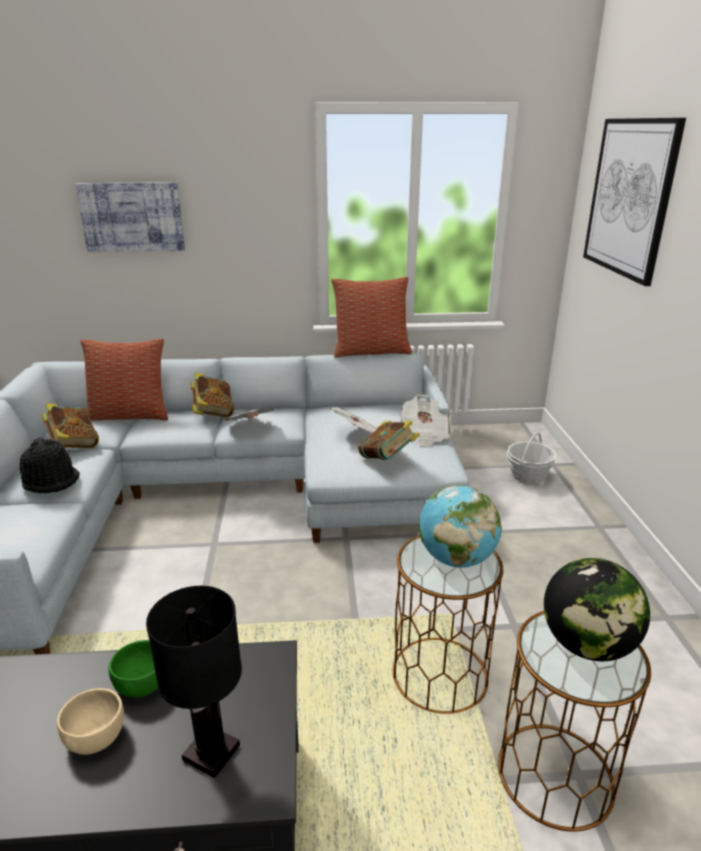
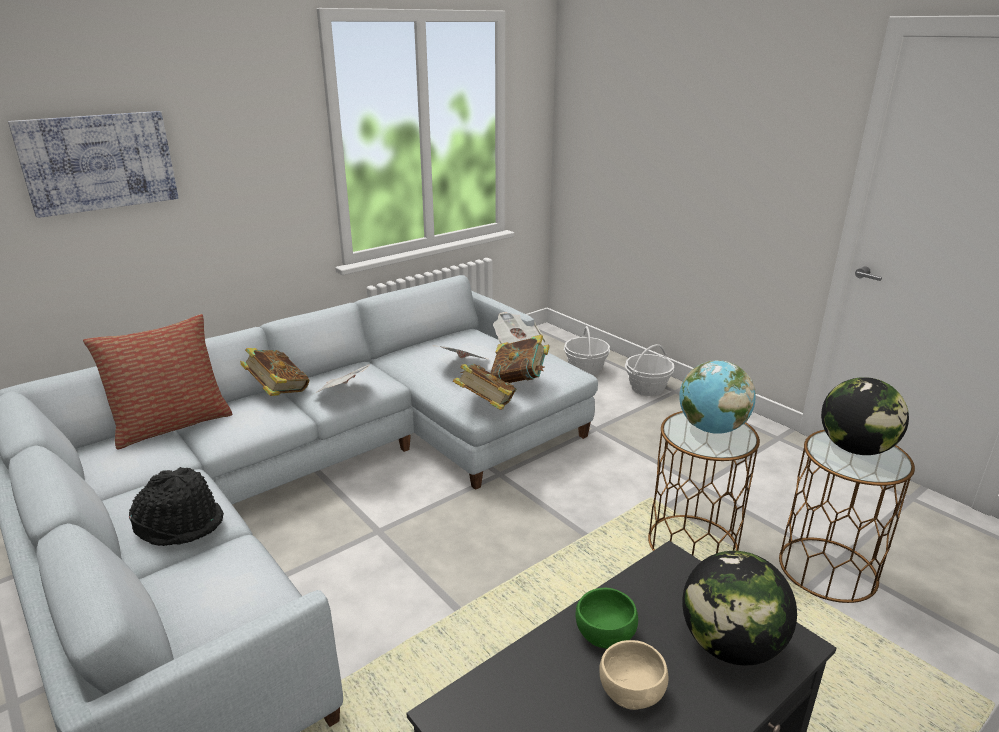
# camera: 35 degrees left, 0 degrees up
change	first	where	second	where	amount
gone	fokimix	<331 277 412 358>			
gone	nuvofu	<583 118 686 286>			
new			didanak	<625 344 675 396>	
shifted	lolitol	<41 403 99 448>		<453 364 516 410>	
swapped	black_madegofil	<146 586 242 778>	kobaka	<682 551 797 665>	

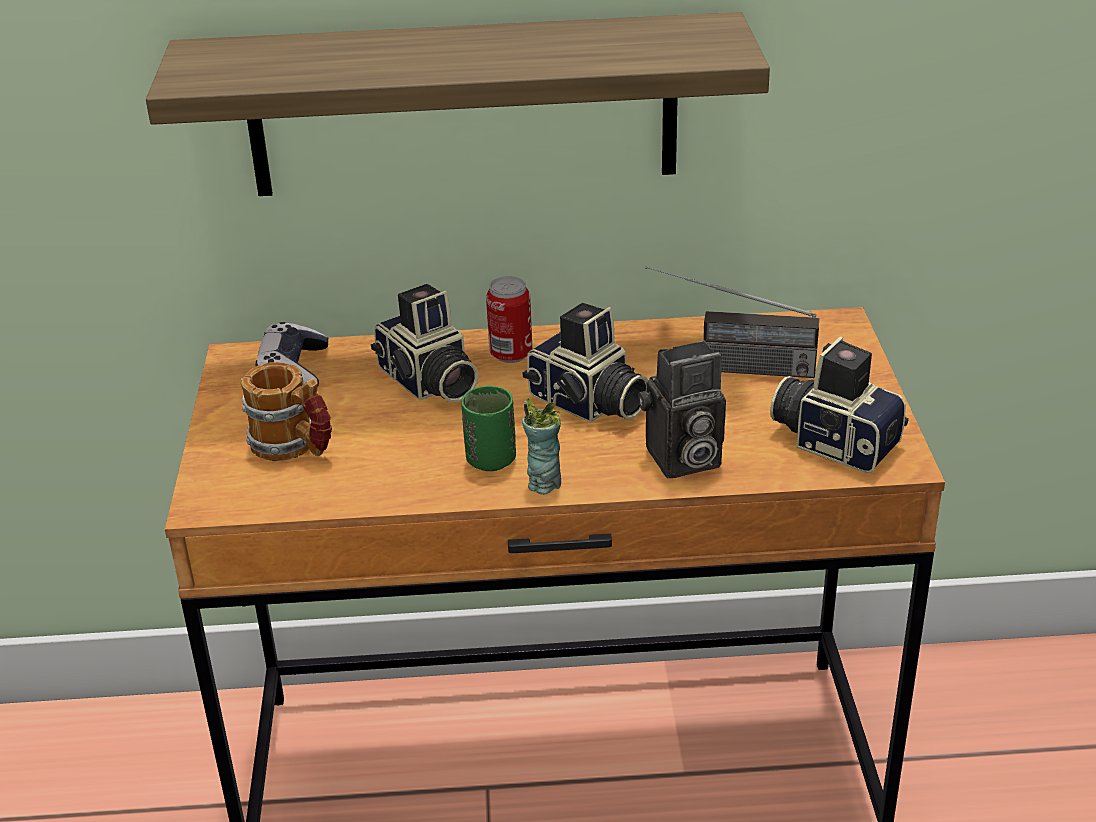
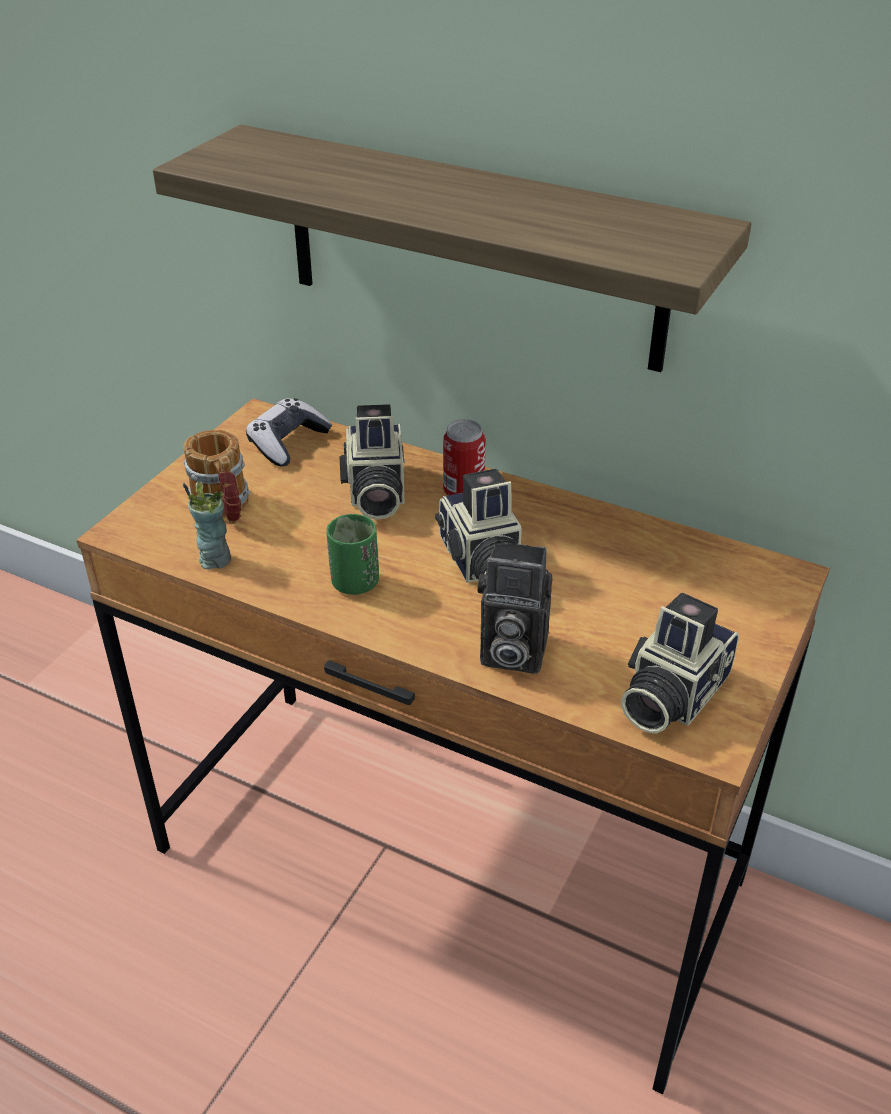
# camera: 30 degrees right, 5 degrees up
change	first	where	second	where	amount
gone	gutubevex	<645 266 819 378>			
shifted	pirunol	<522 399 561 495>		<183 481 231 569>	
rotated	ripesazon	<770 336 909 473>		<621 593 739 734>	120 degrees counterclockwise

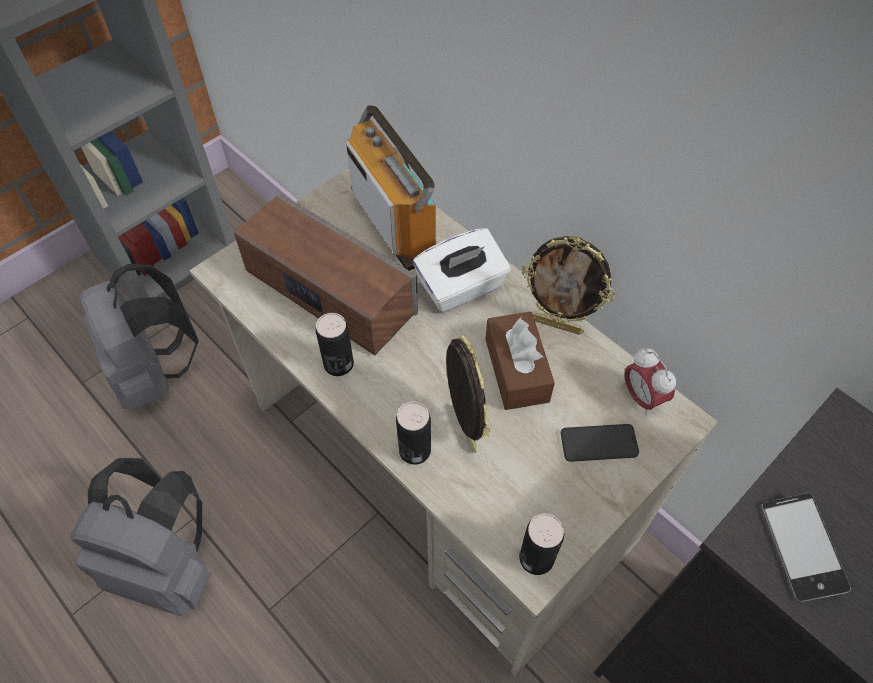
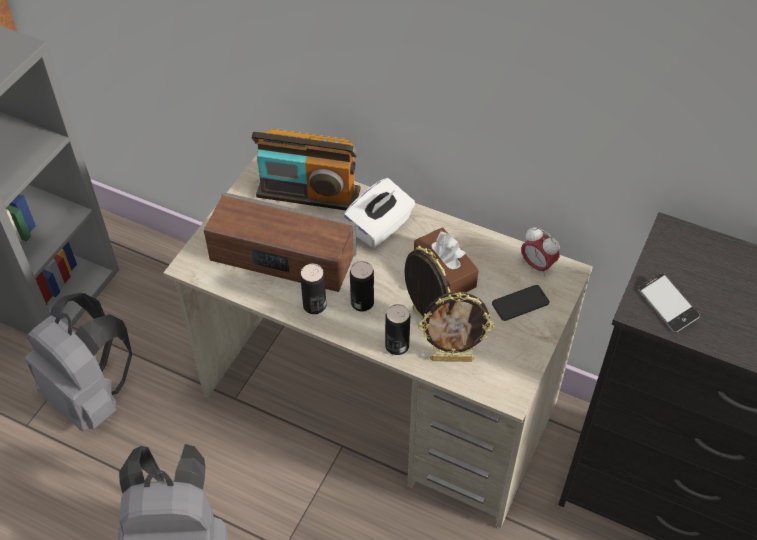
# camera: 20 degrees left, 5 degrees down
change	first	where	second	where	amount
shifted	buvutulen	<519 513 564 575>		<350 261 374 311>	
shifted	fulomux	<522 236 615 335>		<417 291 495 362>	
rotated	gutubevex	<346 105 436 271>		<252 129 360 210>	150 degrees clockwise

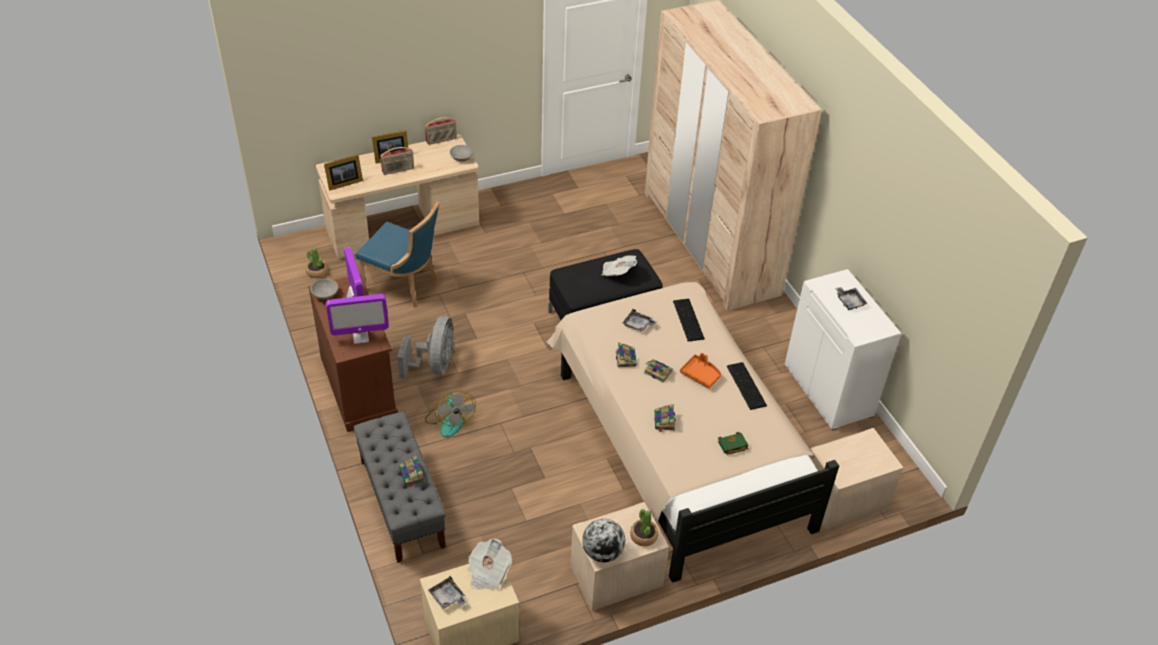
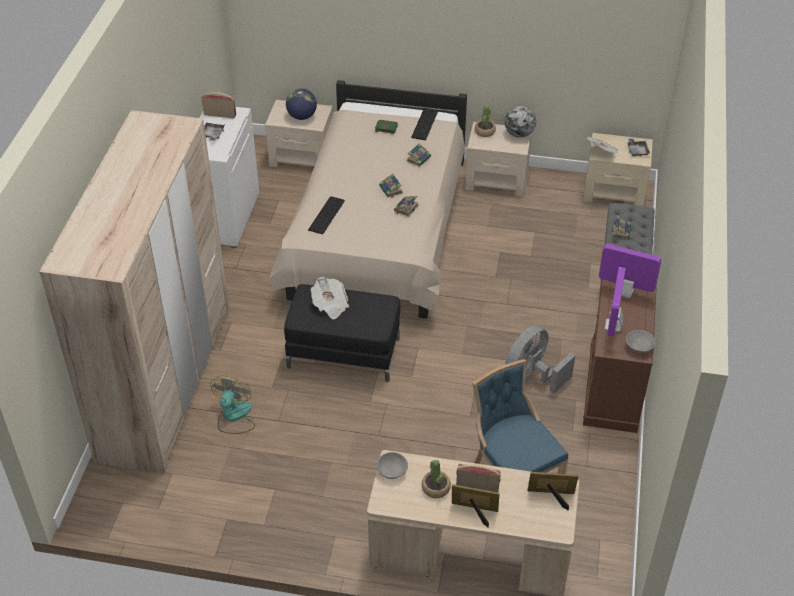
# camera: 145 degrees left, 0 degrees up
change	first	where	second	where	amount
gone	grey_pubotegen	<623 309 657 332>			
gone	orange_pubotegen	<680 353 721 389>			
new			kobaka	<286 88 317 120>	
shifted	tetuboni	<306 247 328 278>		<422 460 451 498>	
shifted	gutubevex	<425 117 457 145>		<202 92 236 118>	
shifted	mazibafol	<425 390 476 437>		<211 375 255 434>	
shifted	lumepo	<727 362 767 410>		<411 108 438 140>	

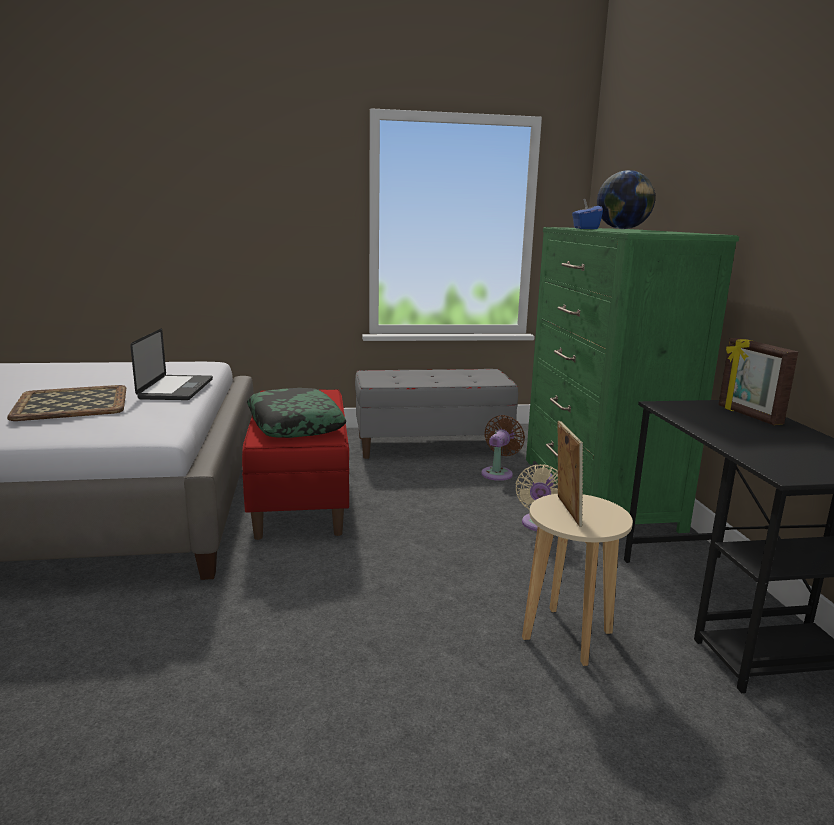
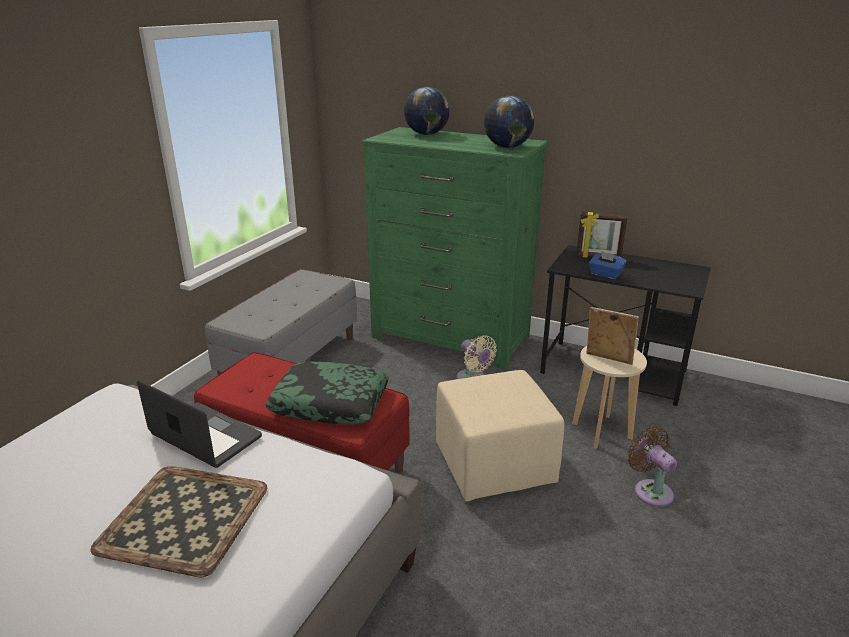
# camera: 55 degrees left, 10 degrees up
change	first	where	second	where	amount
new			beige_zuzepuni	<436 370 564 501>	
new			kobaka	<484 96 534 148>	
shifted	brown_mazibafol	<481 415 525 481>		<627 427 677 507>	
shifted	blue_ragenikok	<572 199 603 229>		<589 251 626 279>	

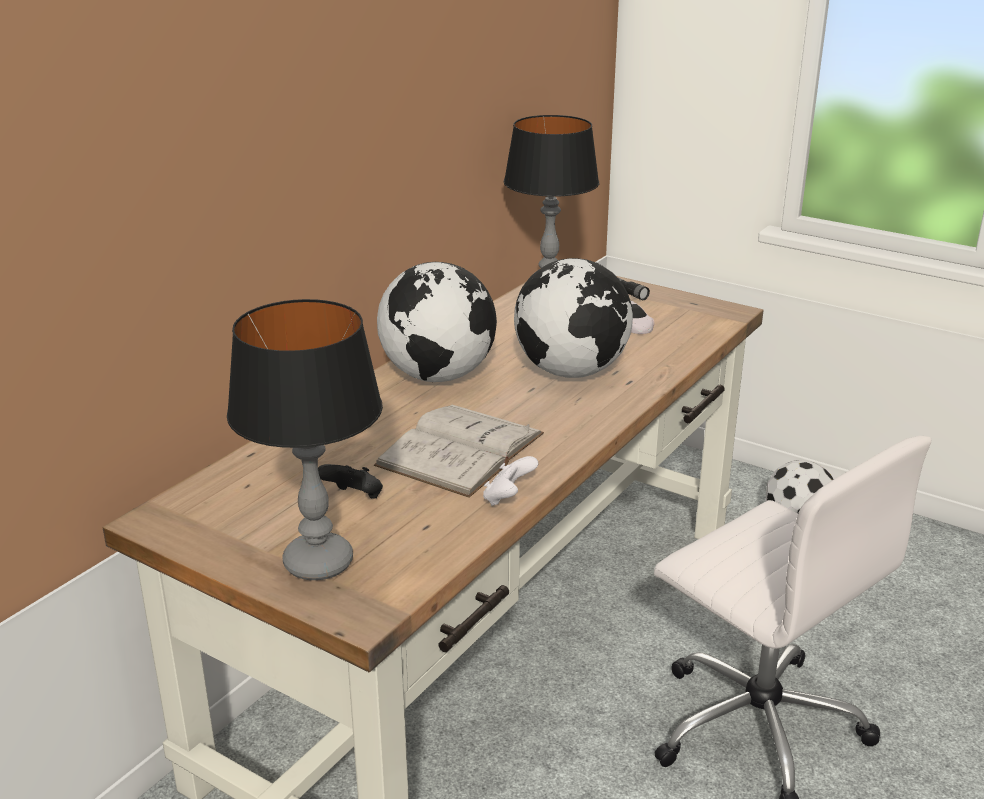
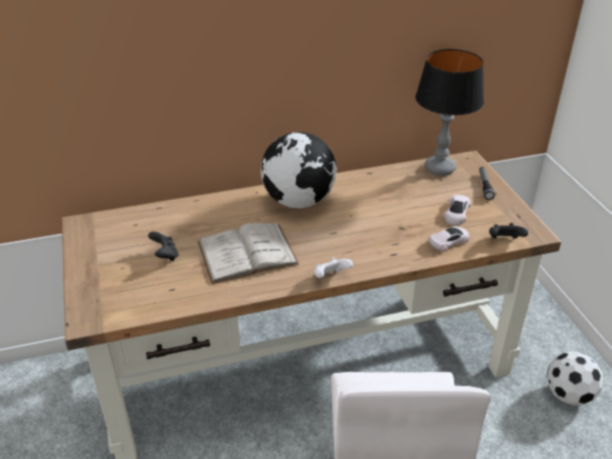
# camera: 40 degrees right, 10 degrees up
change	first	where	second	where	amount
gone	madegofil	<227 299 383 580>			
gone	kobaka	<514 258 633 378>			
new			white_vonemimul	<428 226 470 252>	
new			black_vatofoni	<489 223 528 239>	
shifted	white_vatofoni	<483 456 538 506>		<314 258 353 278>	

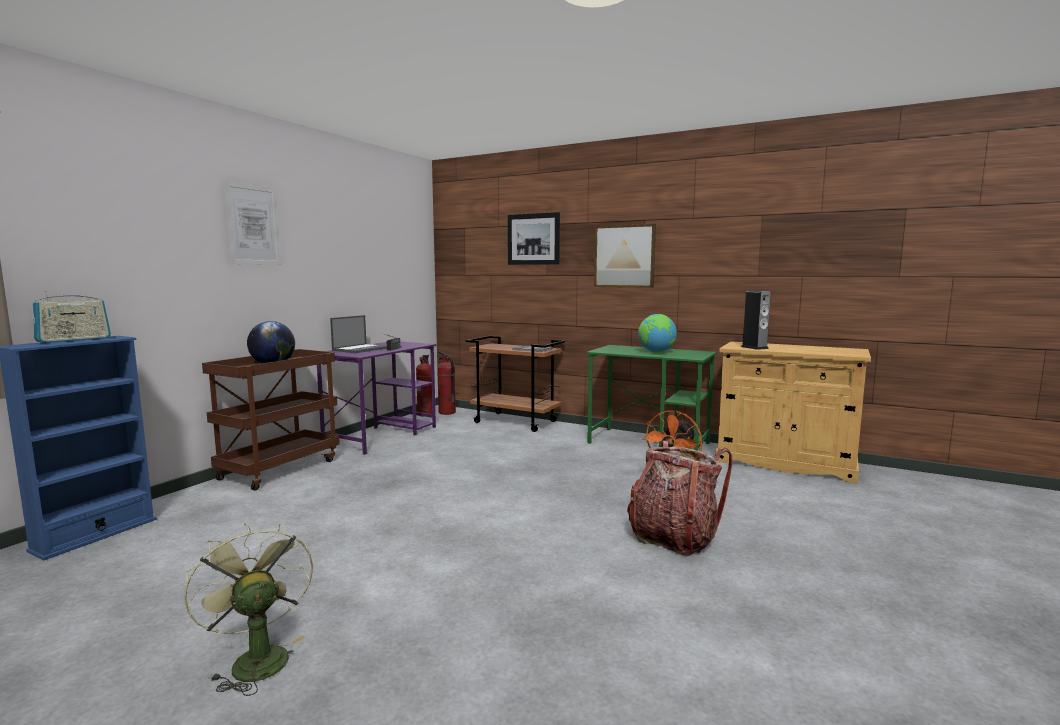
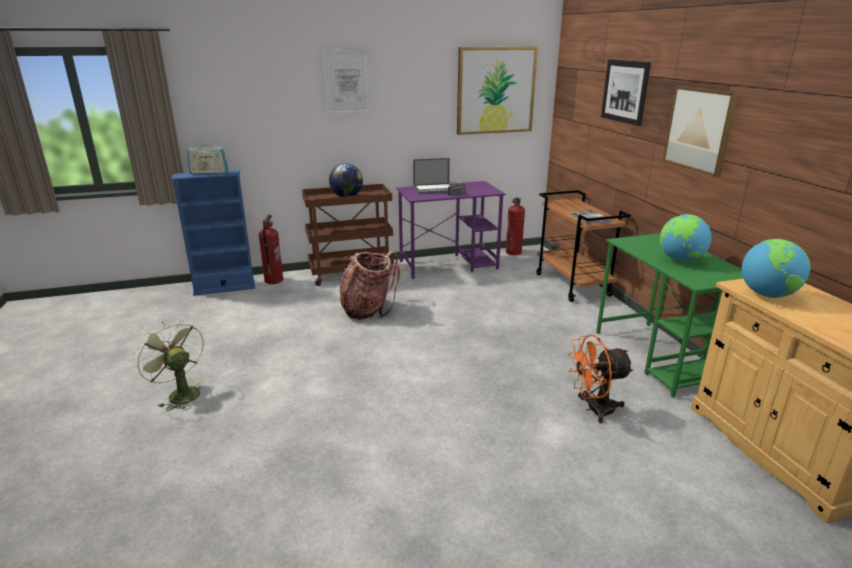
# camera: 45 degrees right, 15 degrees up
change	first	where	second	where	amount
new			nuvofu	<457 46 538 135>	
shifted	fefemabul	<437 351 456 415>		<259 215 283 284>	
shifted	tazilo	<627 440 733 556>		<340 251 400 320>	
swapped	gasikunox	<741 291 771 350>	kobaka	<742 239 811 298>	
rotated	green_mazibafol	<184 523 313 696>		<133 320 204 411>	60 degrees counterclockwise

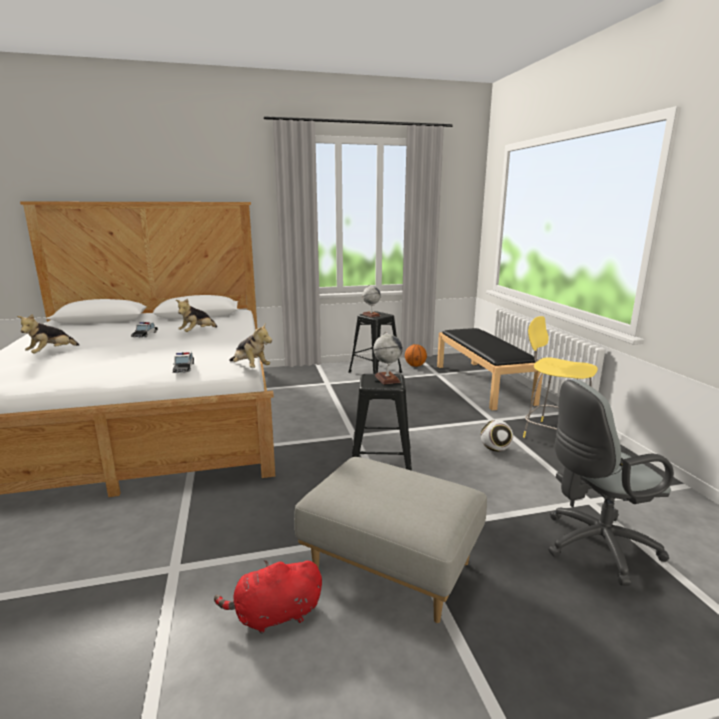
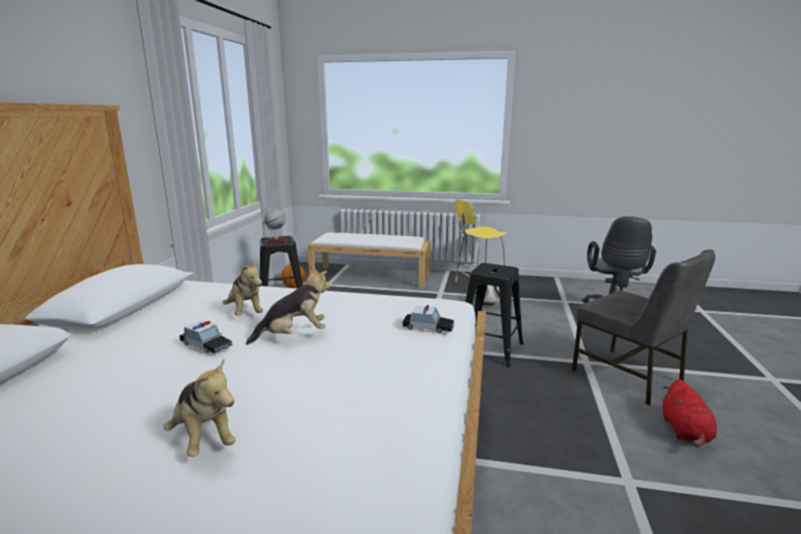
# camera: 65 degrees left, 0 degrees up
change	first	where	second	where	amount
gone	kobaka	<373 332 403 385>			
shifted	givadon	<229 324 272 368>		<246 266 331 345>	
swapped	grey_zuzepuni	<294 457 487 623>	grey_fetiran	<572 249 716 405>	
repainted	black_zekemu	<437 328 543 410>	white_zekemu	<307 233 431 288>	

